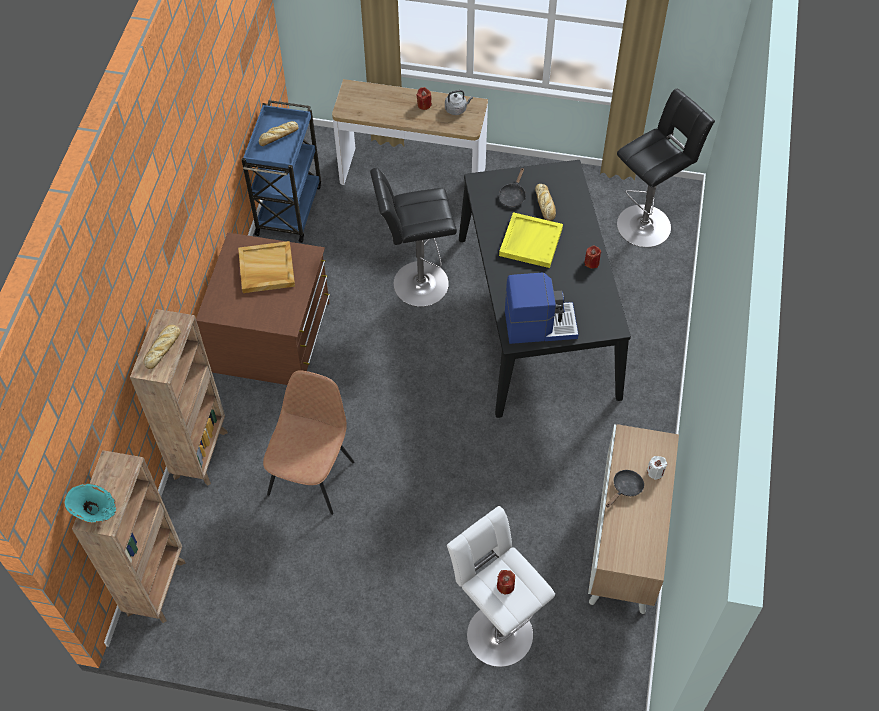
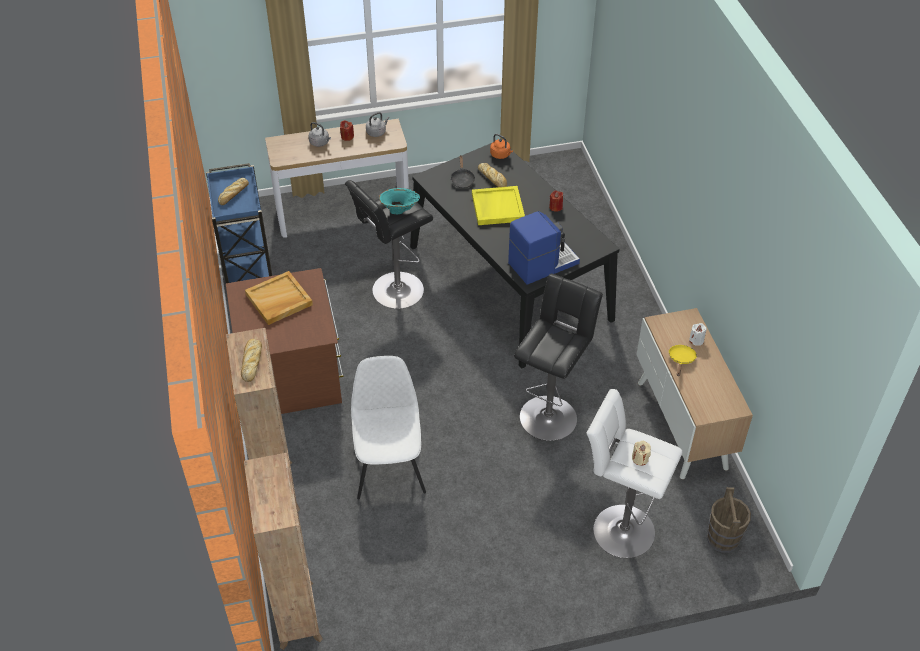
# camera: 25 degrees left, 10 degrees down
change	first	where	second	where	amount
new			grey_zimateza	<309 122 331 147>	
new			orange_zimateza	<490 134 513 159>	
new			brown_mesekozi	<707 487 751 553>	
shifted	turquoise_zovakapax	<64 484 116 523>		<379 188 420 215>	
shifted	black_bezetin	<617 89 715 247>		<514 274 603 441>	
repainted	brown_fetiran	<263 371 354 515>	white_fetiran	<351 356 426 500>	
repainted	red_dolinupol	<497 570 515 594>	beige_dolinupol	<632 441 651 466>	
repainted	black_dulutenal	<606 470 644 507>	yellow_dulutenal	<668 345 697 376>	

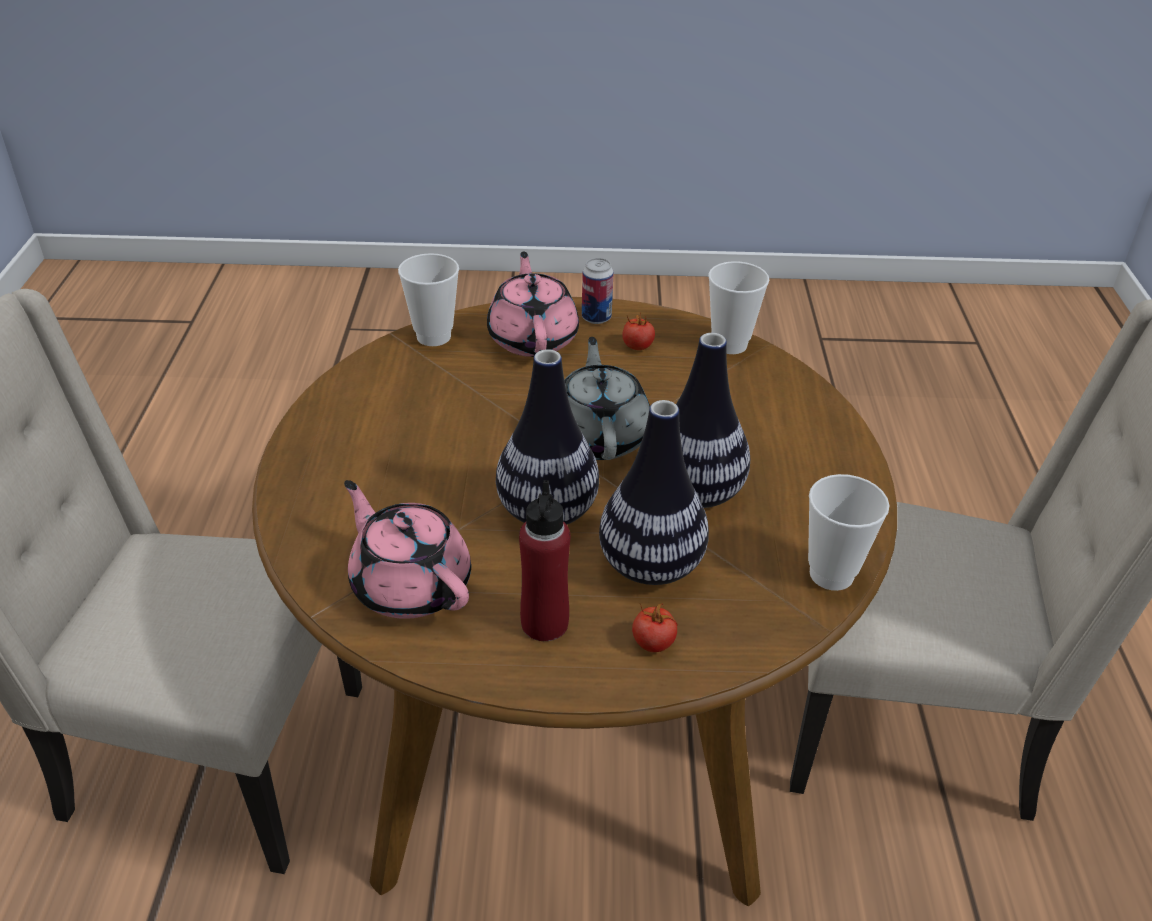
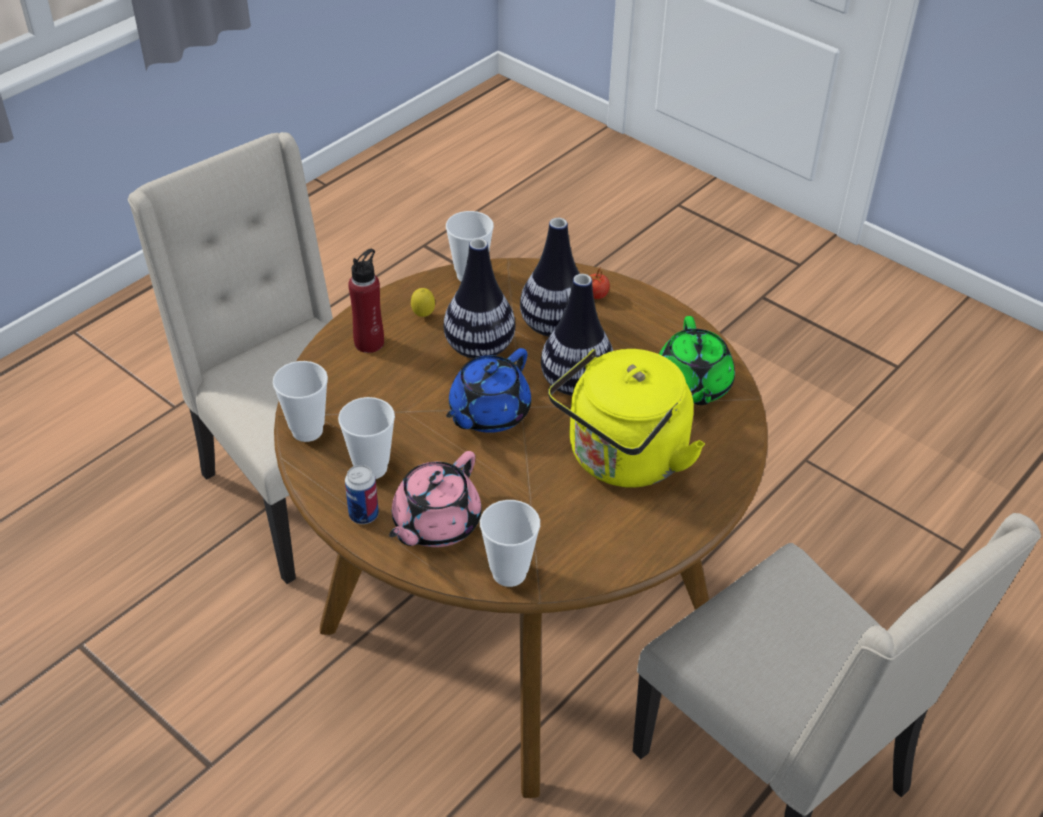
# camera: 140 degrees left, 5 degrees up
change	first	where	second	where	amount
new			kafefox	<411 288 435 317>	
new			yellow_zimateza	<548 349 705 487>	
shifted	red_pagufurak	<519 480 570 641>		<348 249 384 353>	
swapped	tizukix	<622 313 655 350>	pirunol	<338 397 395 479>	
repainted	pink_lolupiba	<344 480 471 619>	green_lolupiba	<659 316 735 405>	
repainted	grey_lolupiba	<564 337 650 460>	blue_lolupiba	<446 348 531 433>	

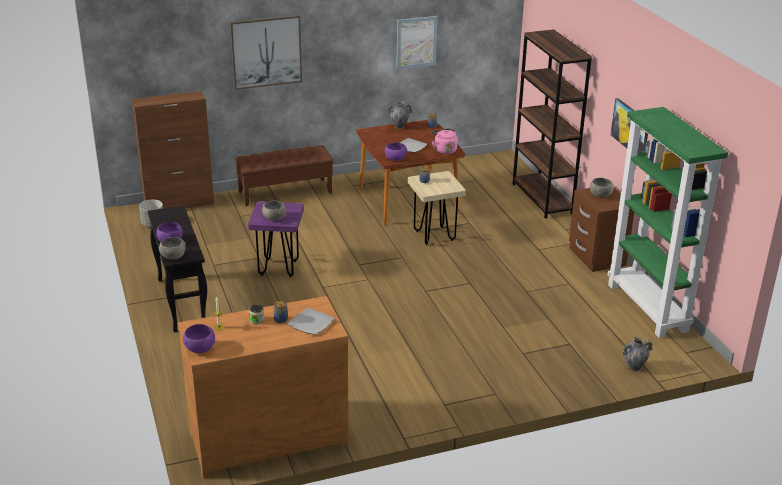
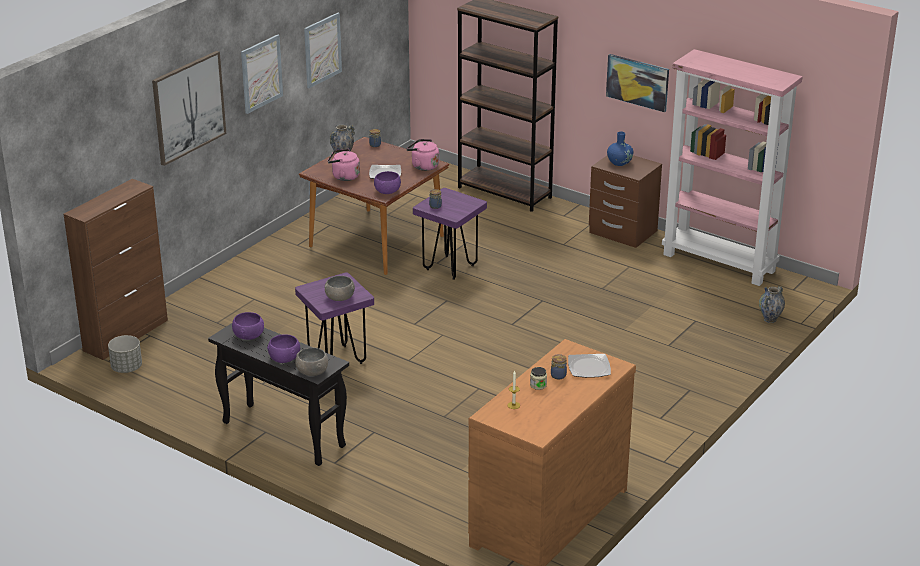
# camera: 35 degrees left, 0 degrees up
change	first	where	second	where	amount
gone	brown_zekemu	<235 145 333 206>			
new			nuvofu	<241 35 283 114>	
new			pink_zimateza	<328 149 360 181>	
shifted	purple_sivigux	<183 324 215 353>		<232 312 264 340>	
swapped	grey_sivigux	<590 178 614 197>	blue_zovakapax	<607 132 634 166>	
repainted	beige_bezetin	<408 171 466 245>	purple_bezetin	<413 188 487 280>	
repainted	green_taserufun	<607 107 728 338>	pink_taserufun	<662 49 803 286>	

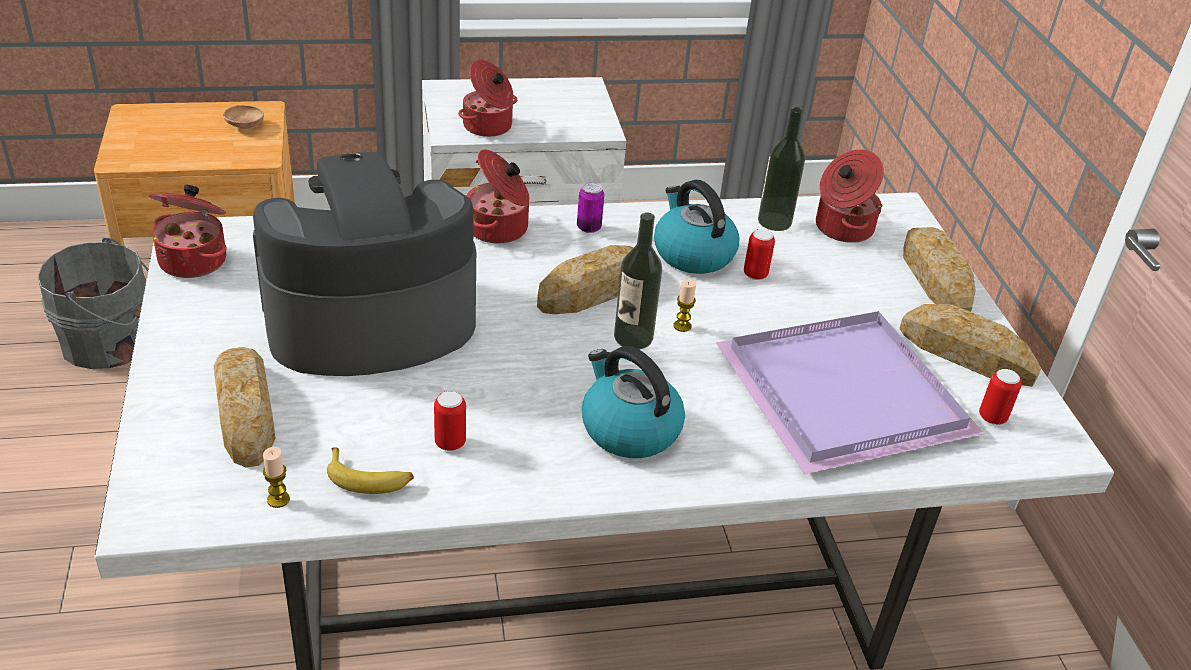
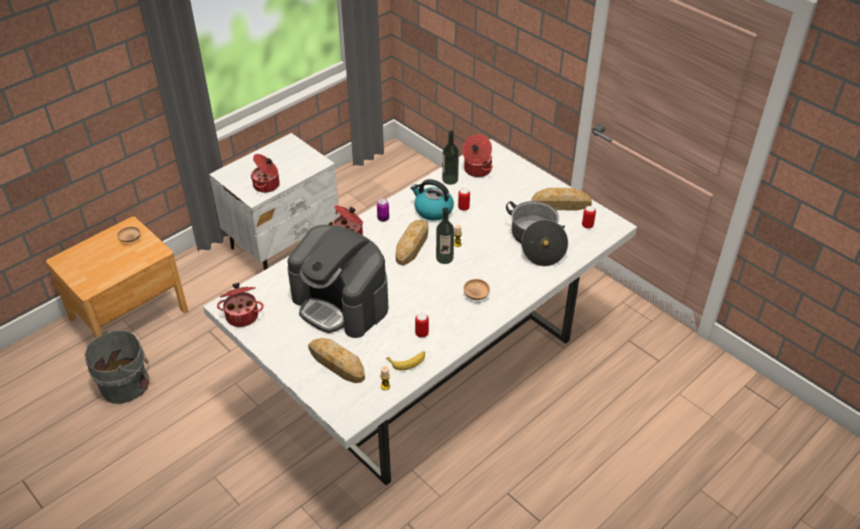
# camera: 30 degrees left, 5 degrees up
change	first	where	second	where	amount
gone	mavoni	<903 227 976 312>			
swapped	zimateza	<582 346 685 458>	brown_sivigux	<463 279 490 300>	
swapped	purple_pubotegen	<716 311 984 474>	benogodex	<506 201 568 266>	
rotated	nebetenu	<253 152 476 376>		<287 225 388 338>	90 degrees counterclockwise

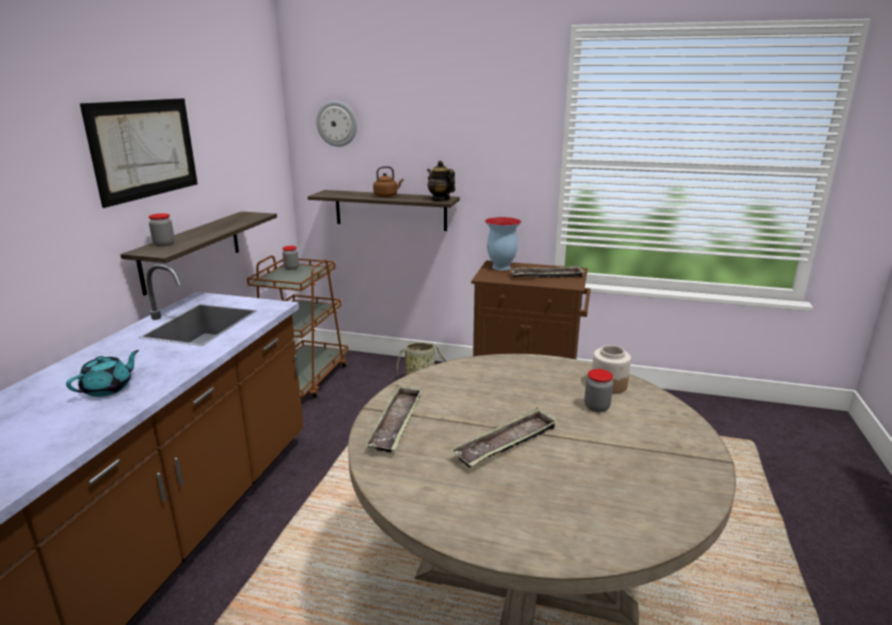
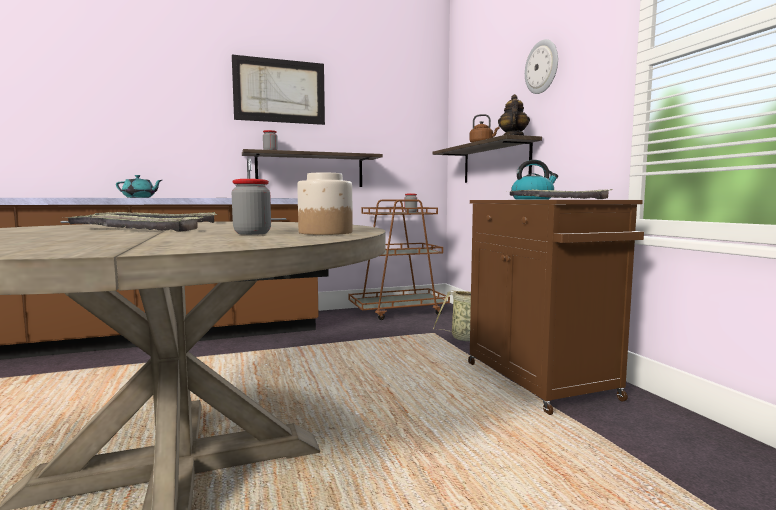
# camera: 55 degrees right, 15 degrees down
change	first	where	second	where	amount
shifted	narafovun	<316 101 357 147>		<525 39 558 94>	
swapped	zovakapax	<485 217 522 270>	zimateza	<511 160 558 200>	

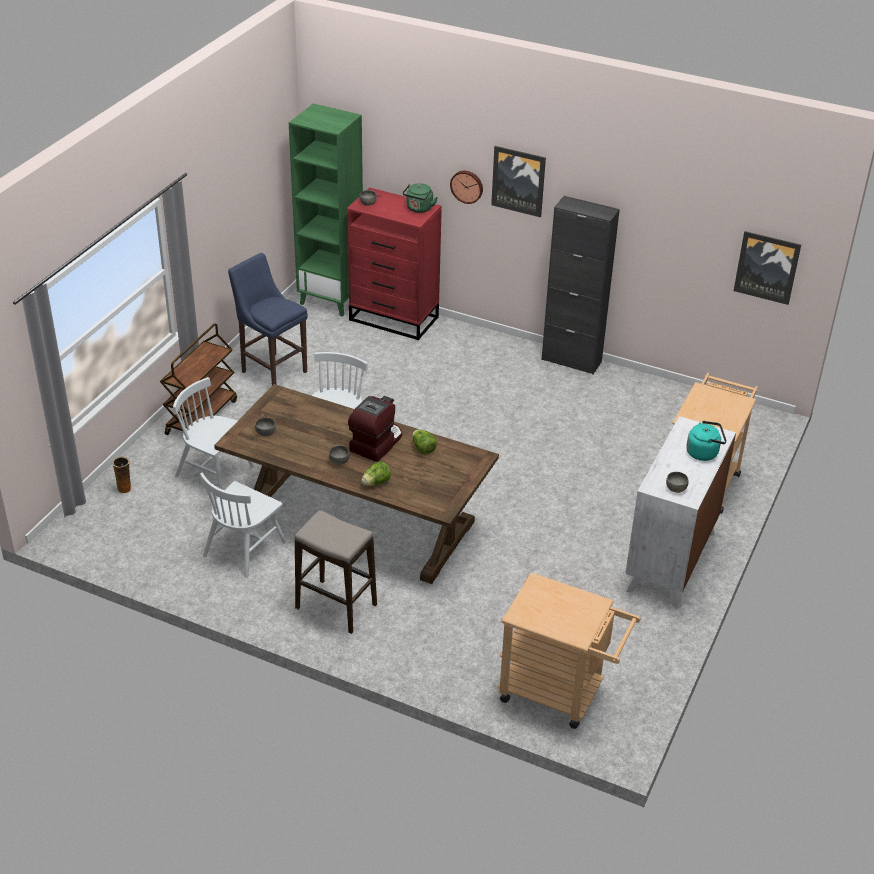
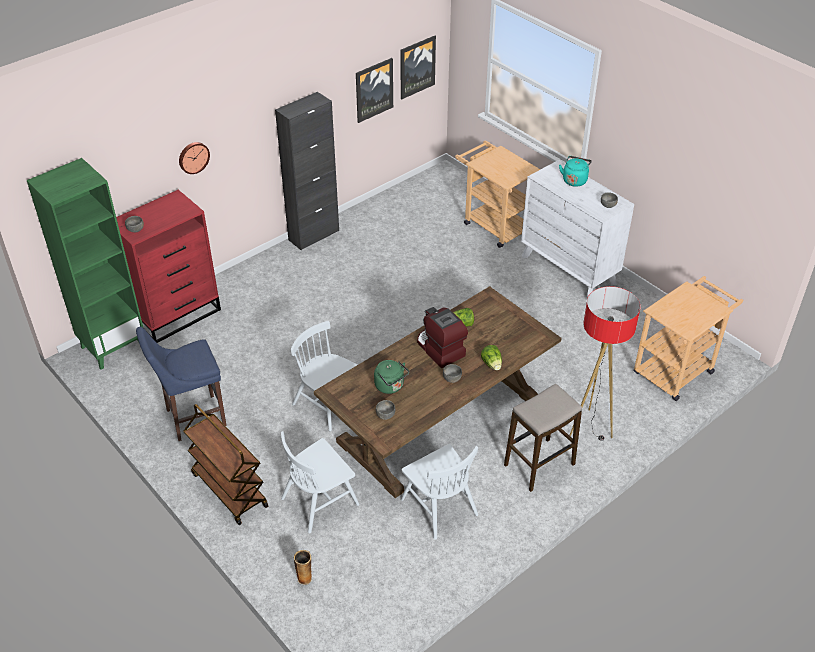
# camera: 65 degrees left, 5 degrees up
change	first	where	second	where	amount
new			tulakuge	<570 286 640 441>	
shifted	green_zimateza	<403 183 438 213>		<374 360 409 394>	
shifted	nuvofu	<491 146 546 217>		<356 58 393 123>	

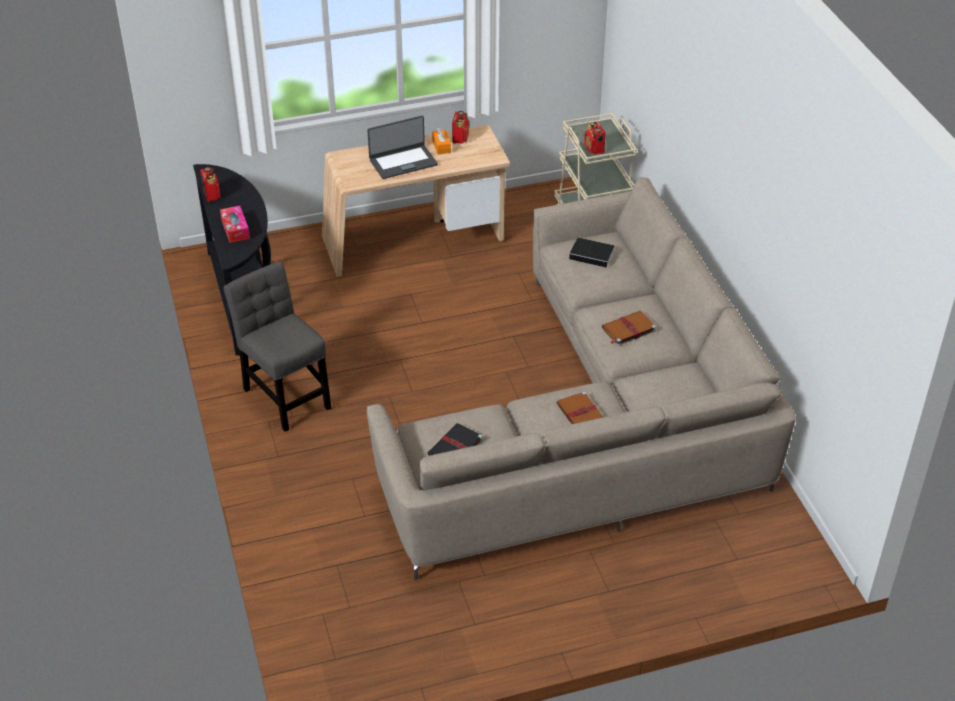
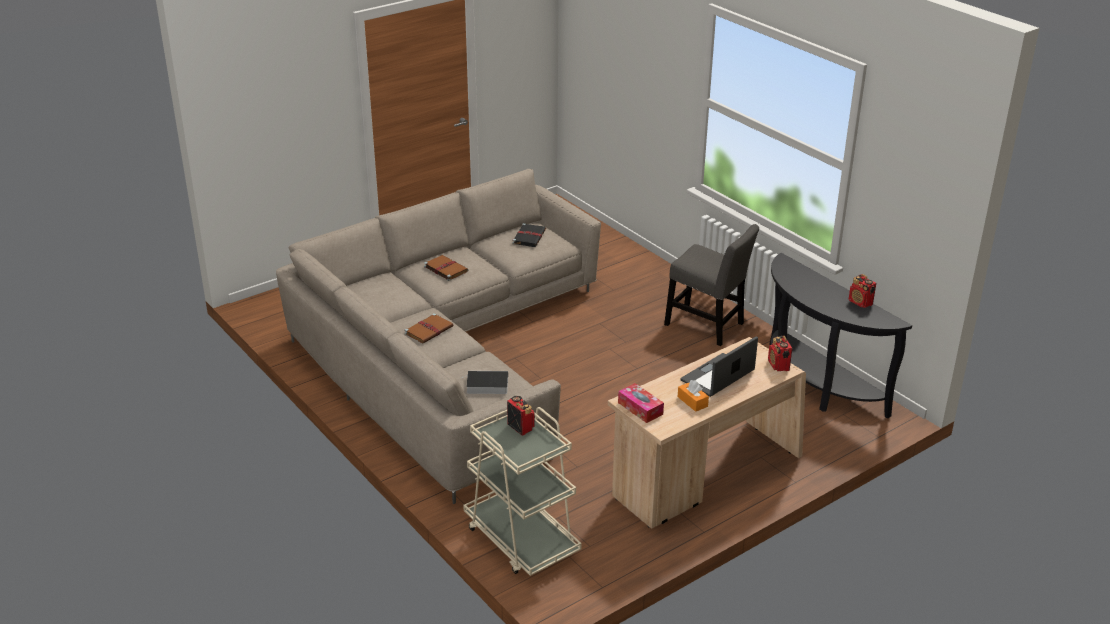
# camera: 160 degrees right, 10 degrees down
change	first	where	second	where	amount
shifted	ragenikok	<220 206 250 243>		<618 383 664 423>	
shifted	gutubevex	<452 111 469 143>		<768 336 792 371>	

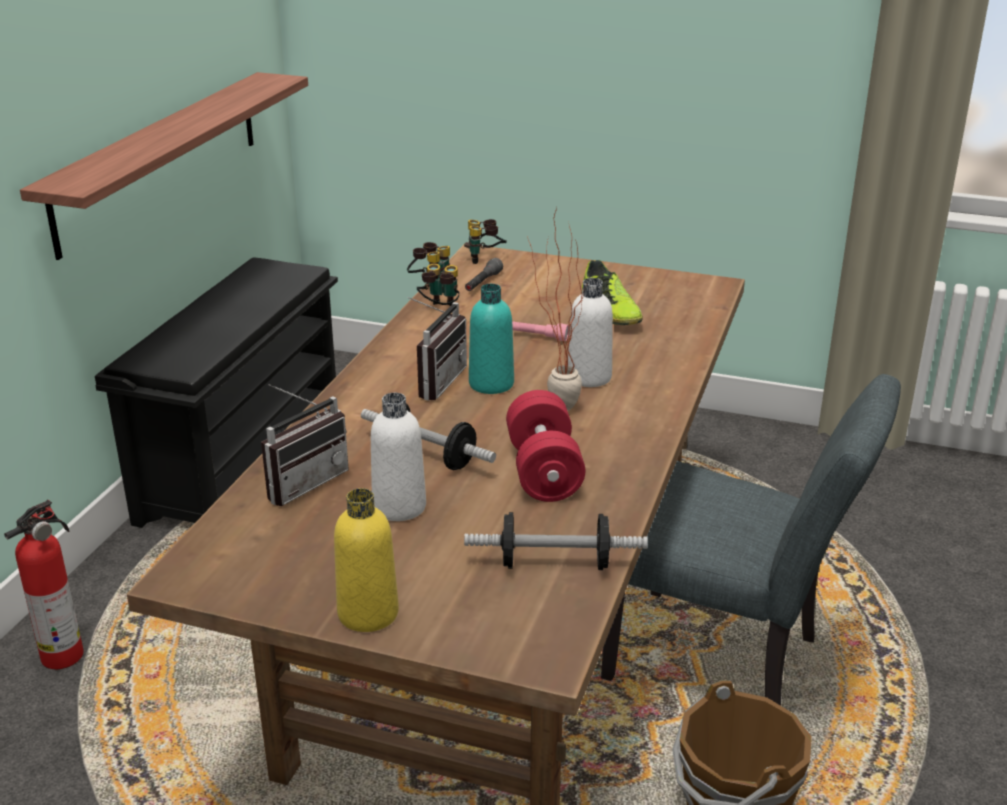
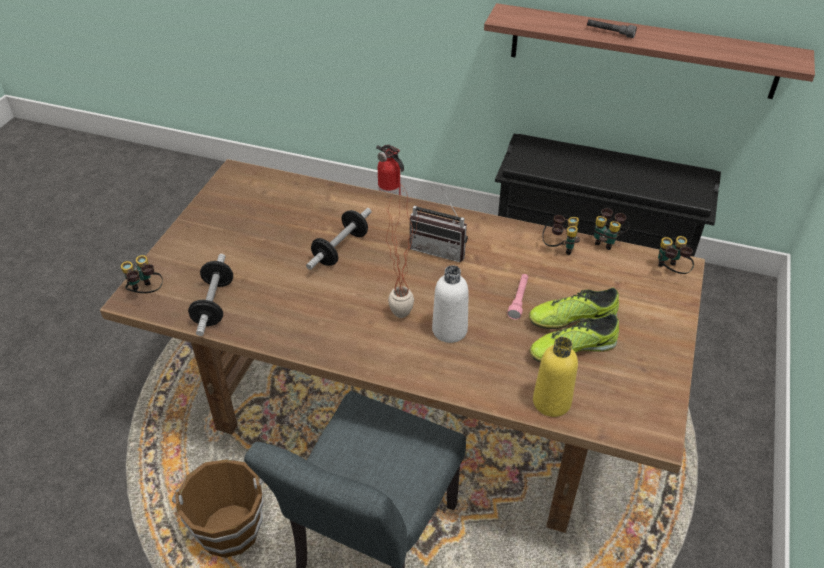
# camera: 90 degrees right, 15 degrees up
change	first	where	second	where	amount
gone	gutubevex	<261 384 349 506>			
gone	white_pagufurak	<371 393 426 521>			
gone	turquoise_pagufurak	<469 284 514 394>			
gone	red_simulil	<506 390 585 502>			
new			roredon	<121 255 163 293>	
new			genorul	<529 287 619 329>	
shifted	yellow_pagufurak	<334 488 399 632>		<533 337 578 417>	
shifted	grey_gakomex	<465 258 503 291>		<587 19 637 38>	

